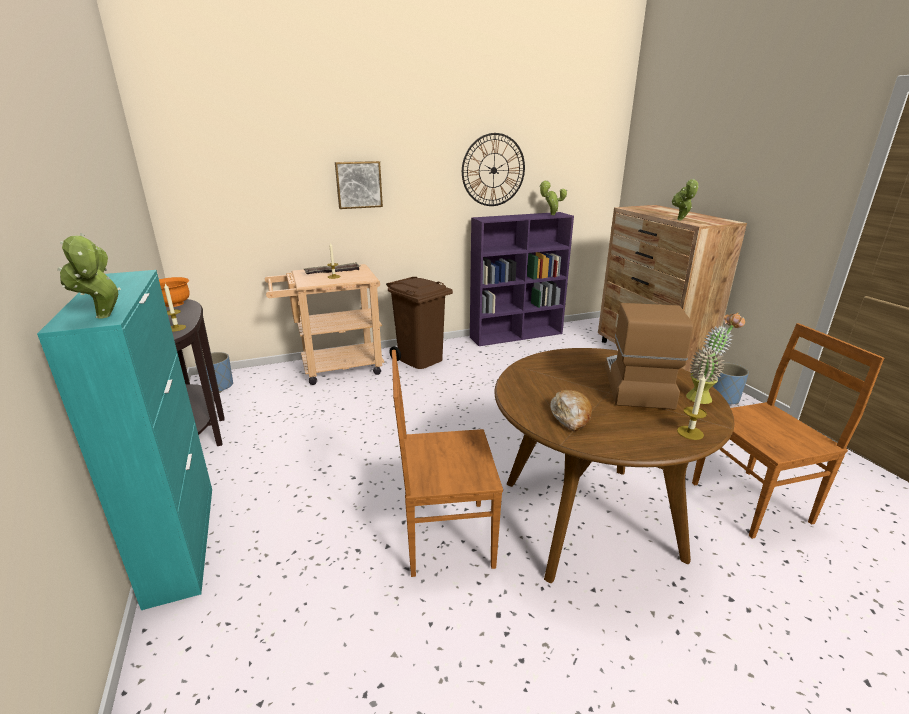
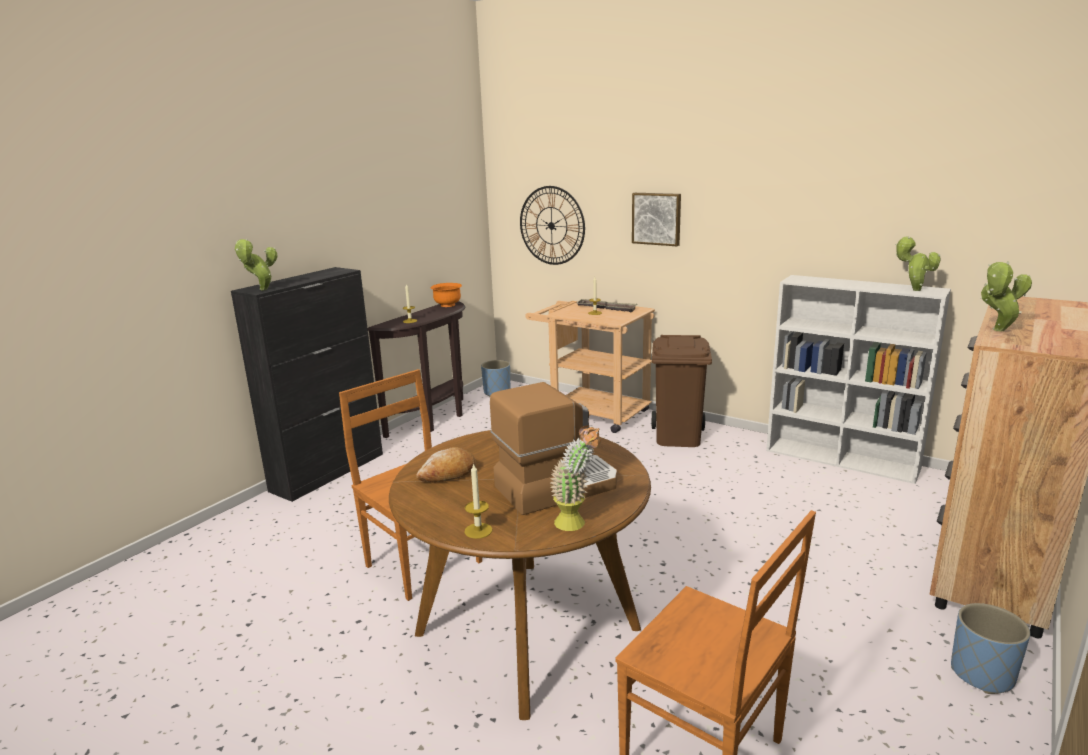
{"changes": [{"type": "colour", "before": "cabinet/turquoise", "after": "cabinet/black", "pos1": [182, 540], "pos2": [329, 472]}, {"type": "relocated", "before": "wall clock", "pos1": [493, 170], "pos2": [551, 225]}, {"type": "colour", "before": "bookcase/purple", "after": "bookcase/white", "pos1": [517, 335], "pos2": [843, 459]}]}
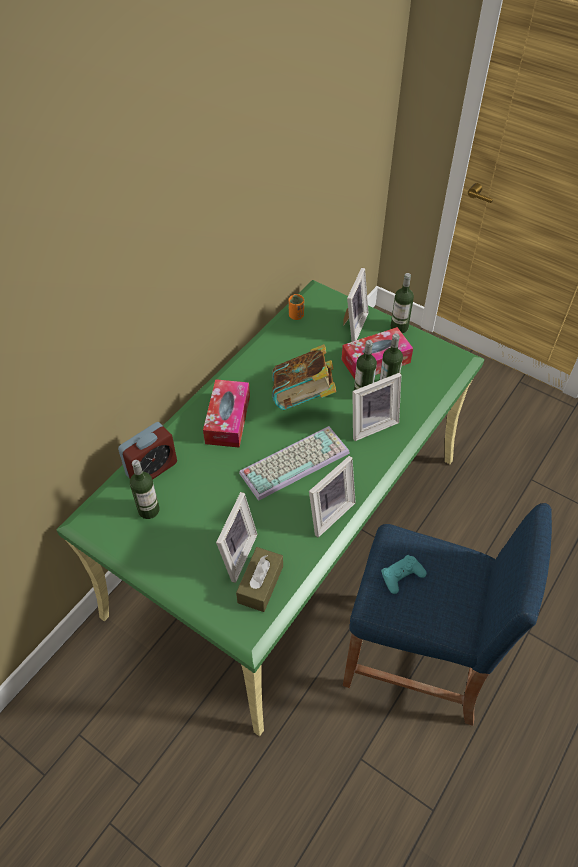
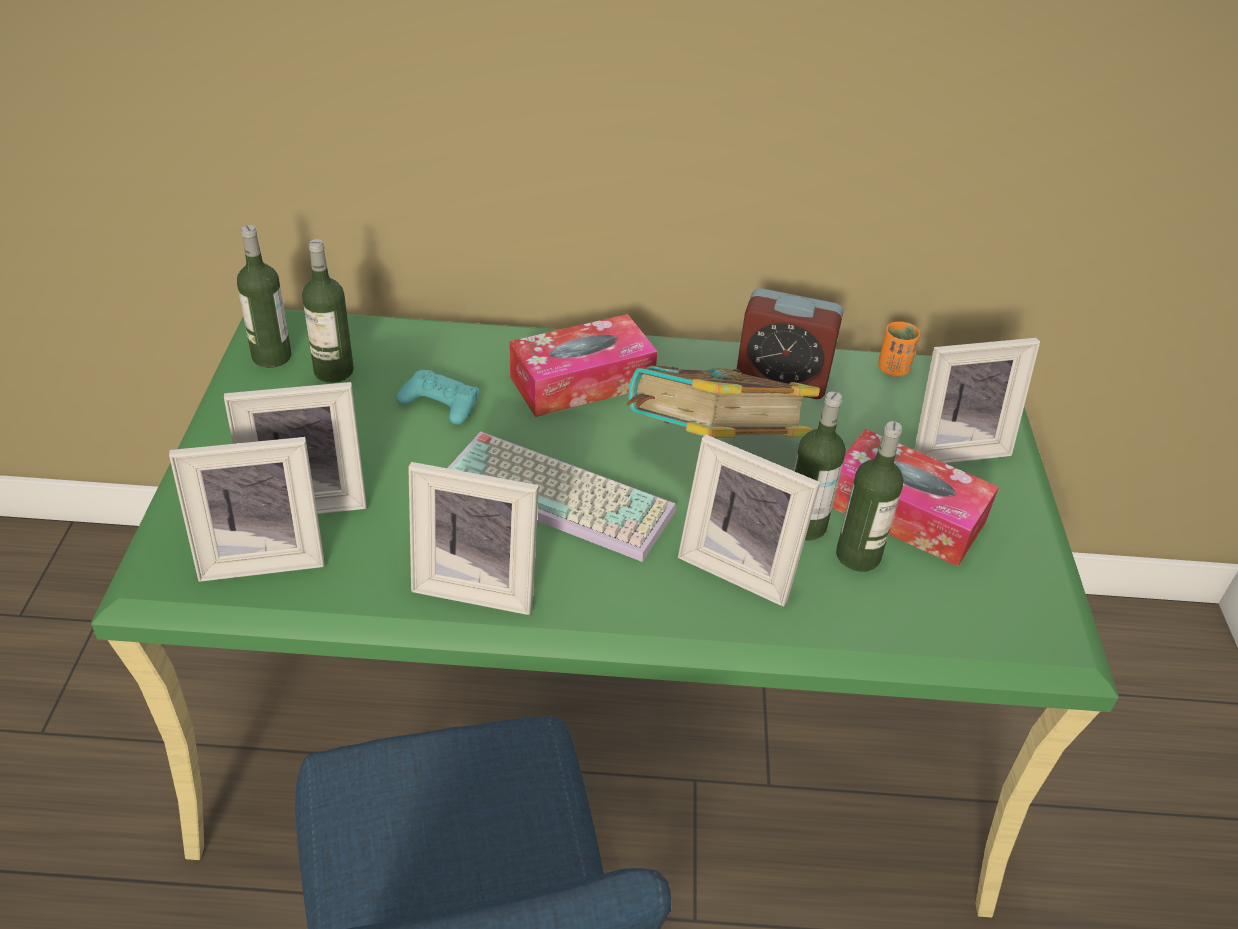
{"changes": [{"type": "relocated", "before": "alarm clock", "pos1": [152, 469], "pos2": [781, 380]}, {"type": "exchanged", "before": "tissue box/brown", "after": "picture frame", "pos1": [260, 584], "pos2": [262, 555]}, {"type": "relocated", "before": "game controller/turquoise", "pos1": [402, 576], "pos2": [440, 403]}, {"type": "relocated", "before": "bottle", "pos1": [399, 327], "pos2": [271, 356]}]}
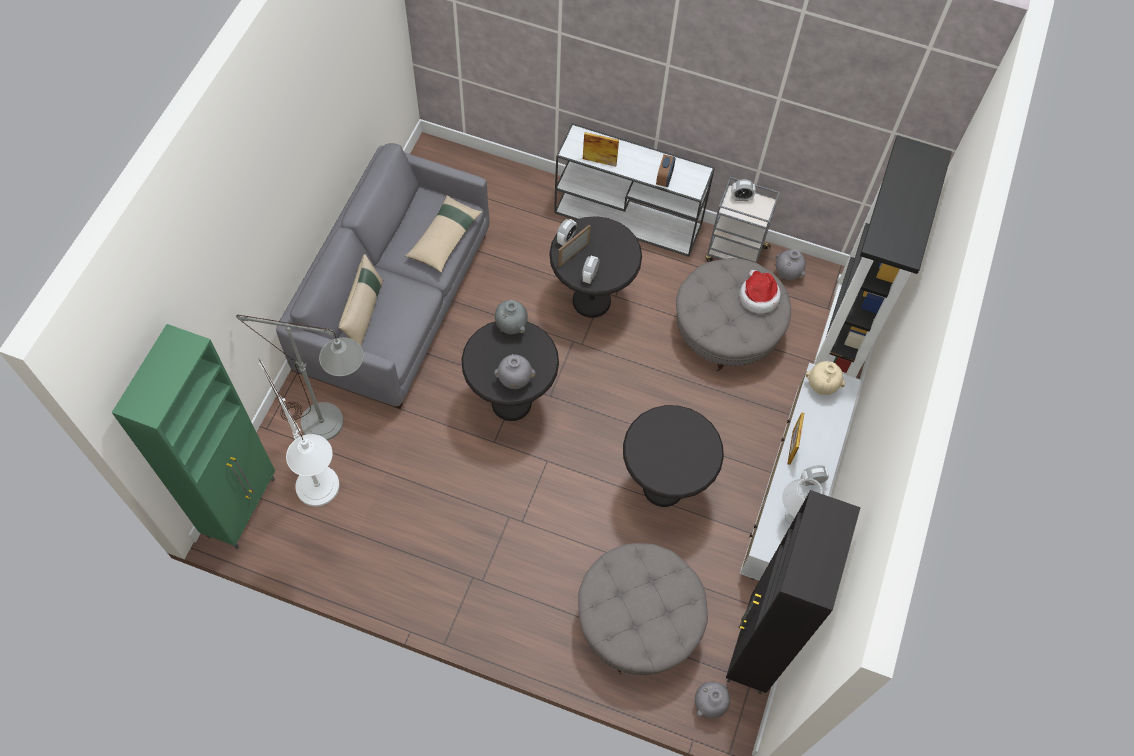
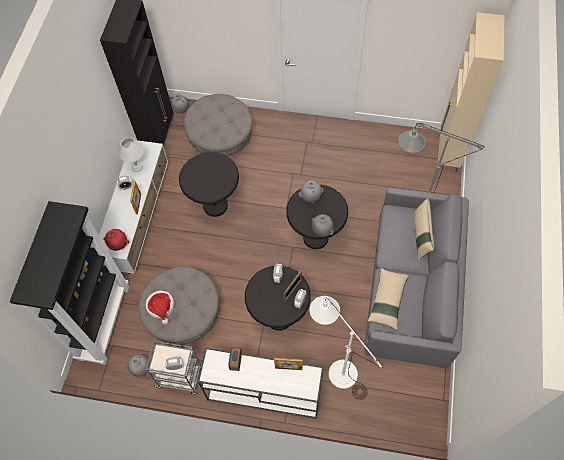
{"changes": [{"type": "colour", "before": "cabinet/green", "after": "cabinet/beige", "pos1": [243, 507], "pos2": [447, 153]}, {"type": "relocated", "before": "floor lamp/white", "pos1": [323, 496], "pos2": [337, 368]}, {"type": "colour", "before": "vase/beige", "after": "vase/red", "pos1": [822, 386], "pos2": [118, 245]}]}
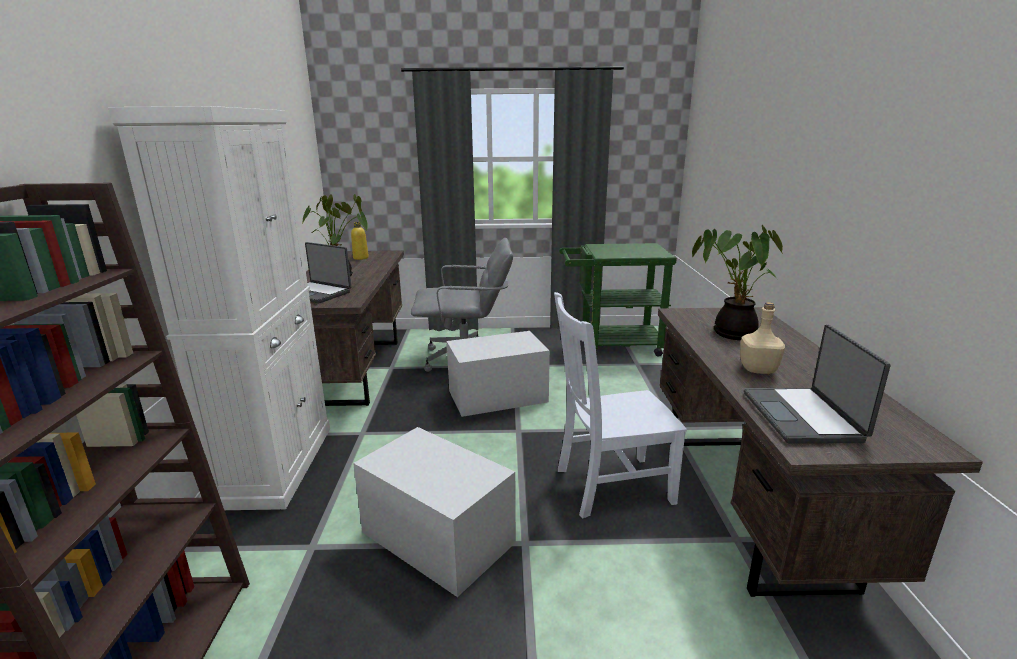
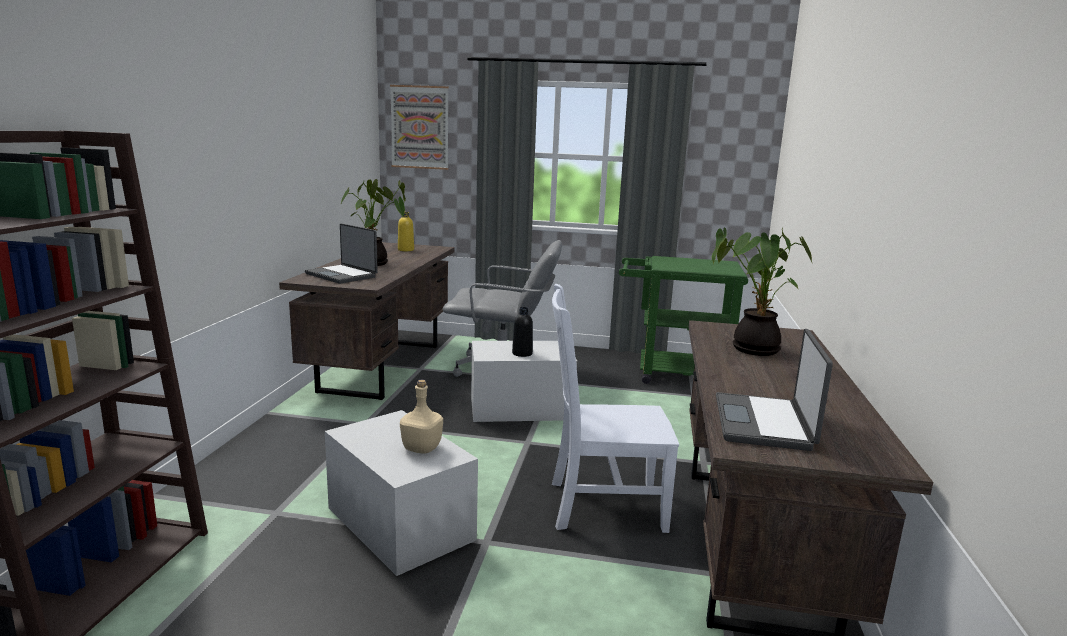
{"changes": [{"type": "missing", "before": "cabinet/white", "pos1": [277, 464]}, {"type": "relocated", "before": "bottle/beige", "pos1": [758, 370], "pos2": [421, 449]}, {"type": "appeared", "after": "picture", "pos2": [420, 127]}, {"type": "appeared", "after": "bottle/black", "pos2": [522, 353]}]}
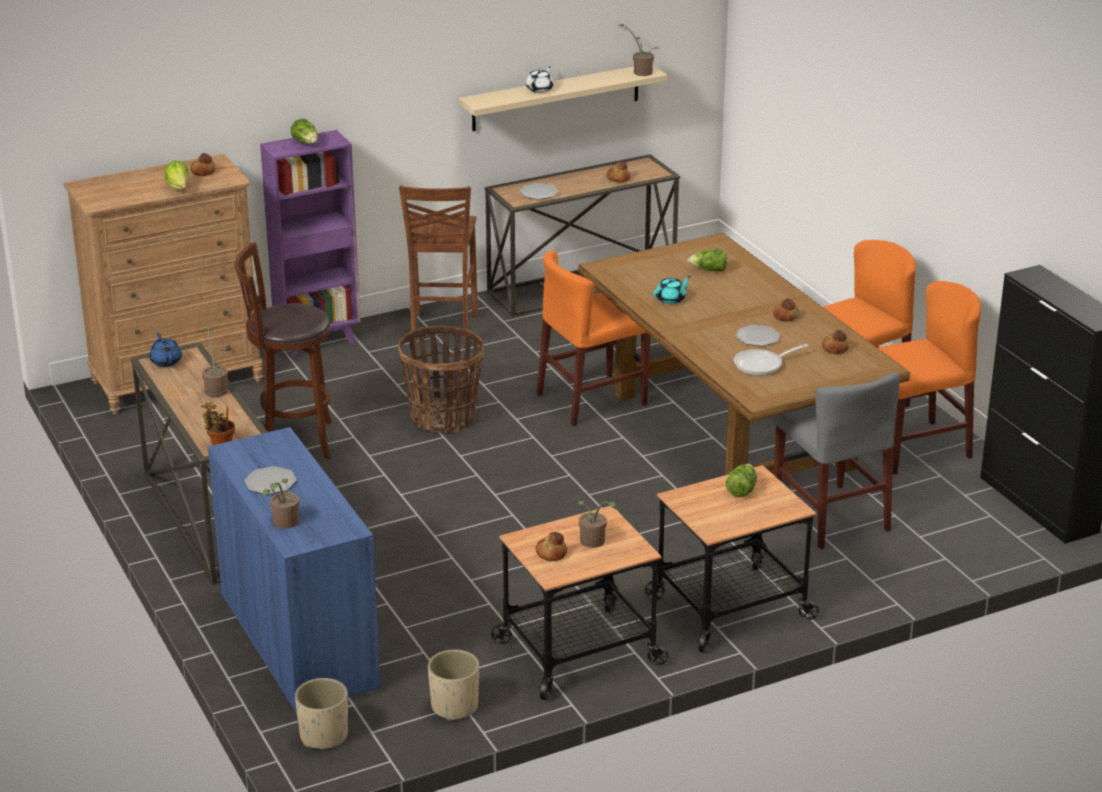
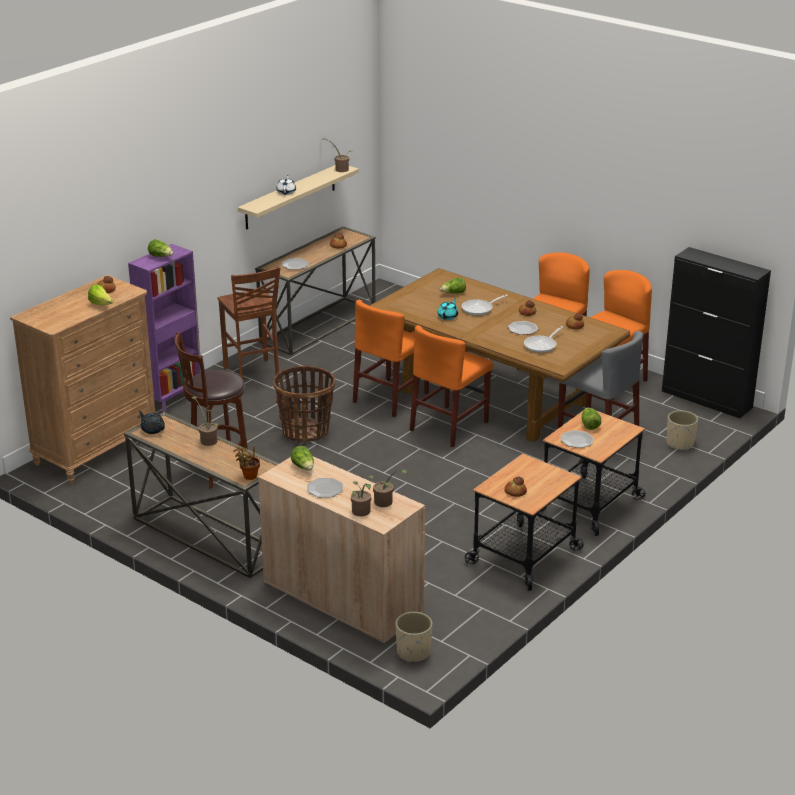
{"changes": [{"type": "colour", "before": "teapot/blue", "after": "teapot/black", "pos1": [166, 361], "pos2": [152, 429]}, {"type": "colour", "before": "cabinet/blue", "after": "cabinet/beige", "pos1": [299, 642], "pos2": [343, 599]}, {"type": "relocated", "before": "planter/beige", "pos1": [455, 707], "pos2": [680, 444]}, {"type": "relocated", "before": "potted plant", "pos1": [593, 542], "pos2": [385, 503]}, {"type": "appeared", "after": "lettuce", "pos2": [304, 467]}, {"type": "appeared", "after": "chair/orange", "pos2": [449, 426]}, {"type": "appeared", "after": "frying pan", "pos2": [480, 309]}, {"type": "appeared", "after": "plate", "pos2": [577, 440]}]}
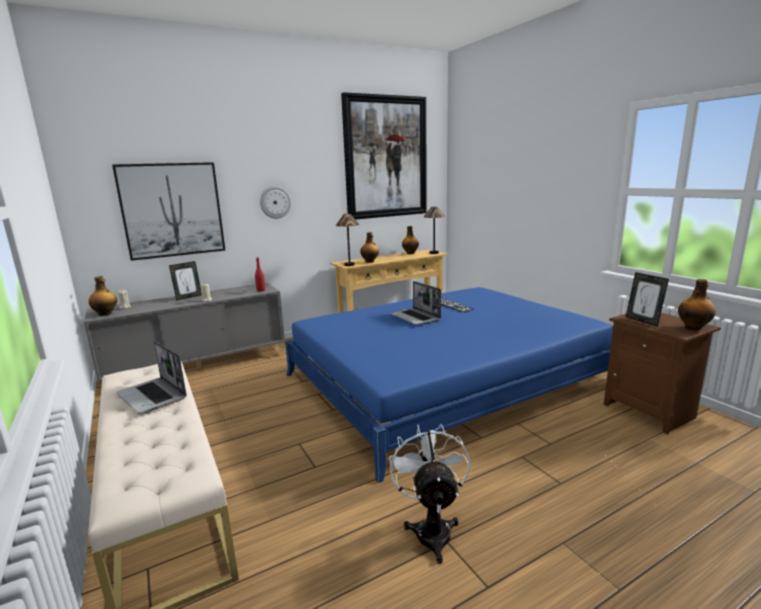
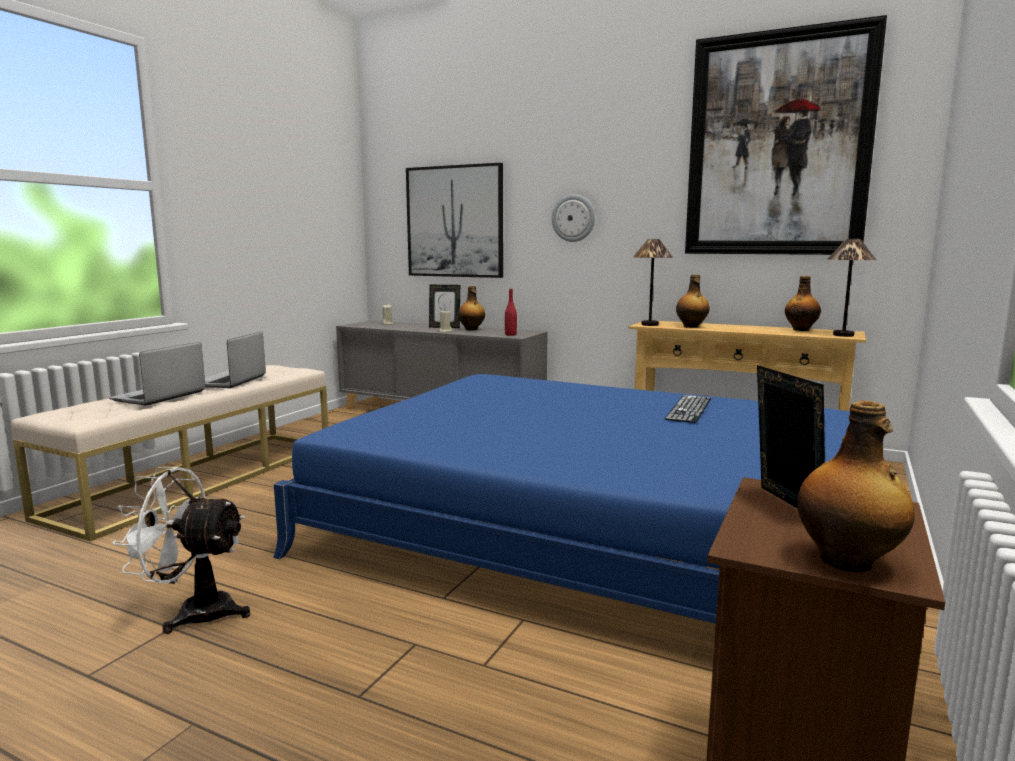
{"changes": [{"type": "relocated", "before": "bottle", "pos1": [105, 314], "pos2": [471, 329]}, {"type": "spun", "before": "fan/white", "pos1": [431, 528], "pos2": [193, 612], "turn": -135}, {"type": "relocated", "before": "laptop", "pos1": [416, 317], "pos2": [159, 396]}, {"type": "spun", "before": "picture frame", "pos1": [643, 321], "pos2": [783, 505], "turn": 135}]}
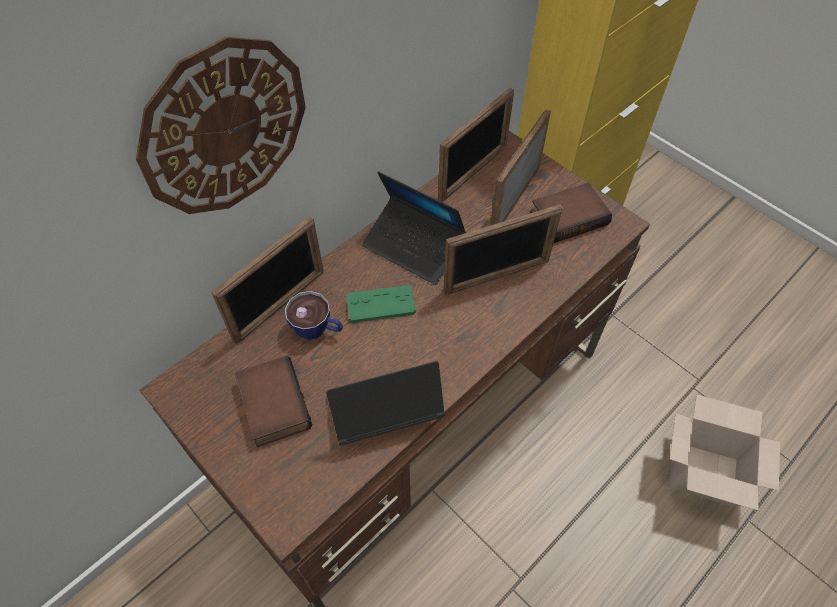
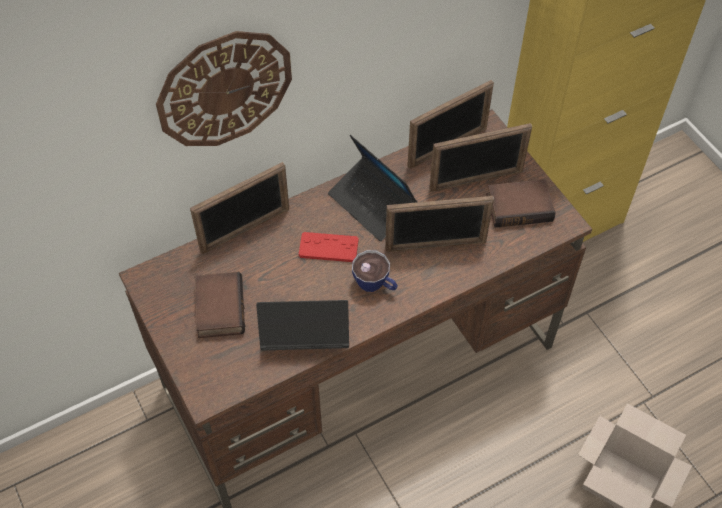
{"changes": [{"type": "relocated", "before": "cup", "pos1": [318, 329], "pos2": [375, 284]}, {"type": "colour", "before": "game controller/green", "after": "game controller/red", "pos1": [380, 305], "pos2": [328, 248]}, {"type": "spun", "before": "picture frame", "pos1": [514, 199], "pos2": [476, 180], "turn": -150}]}
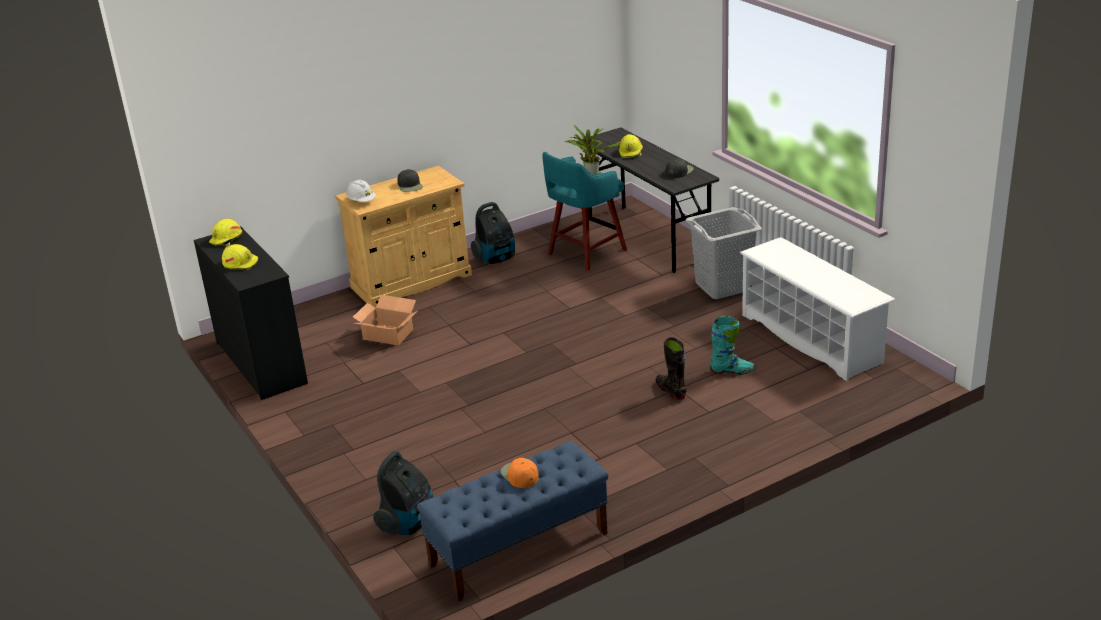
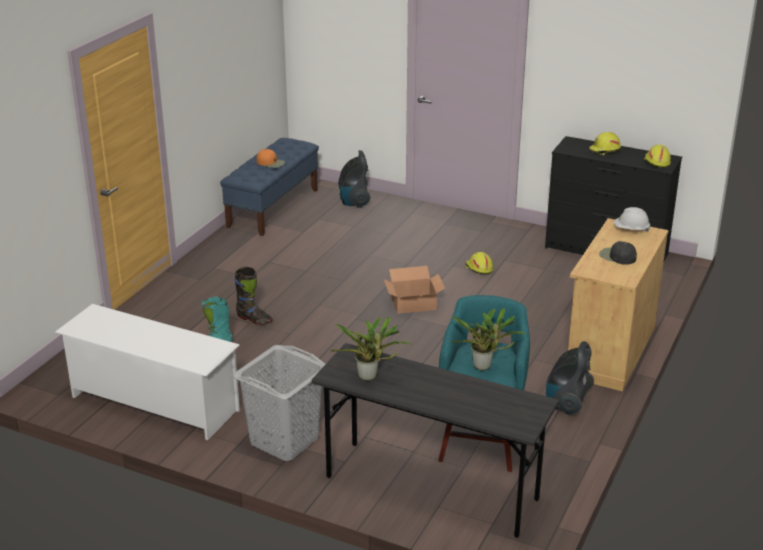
{"changes": [{"type": "relocated", "before": "cardboard box", "pos1": [388, 334], "pos2": [414, 304]}, {"type": "relocated", "before": "hard hat/yellow", "pos1": [631, 152], "pos2": [478, 268]}, {"type": "exchanged", "before": "cap/black", "after": "potted plant", "pos1": [679, 171], "pos2": [370, 377]}]}
